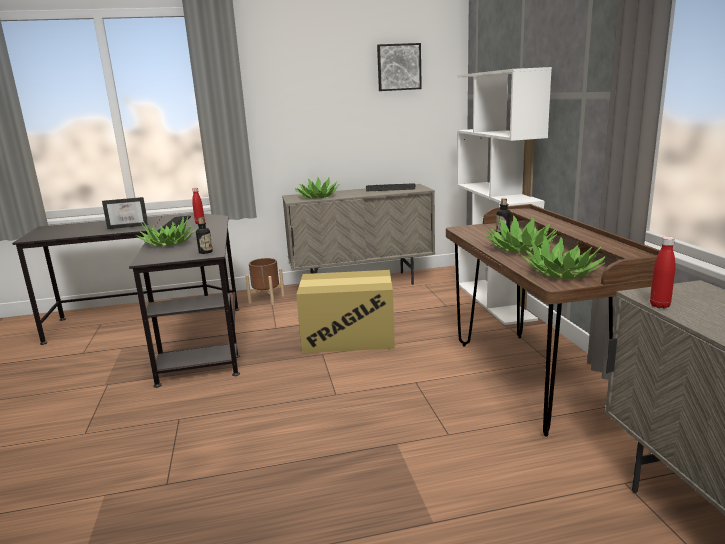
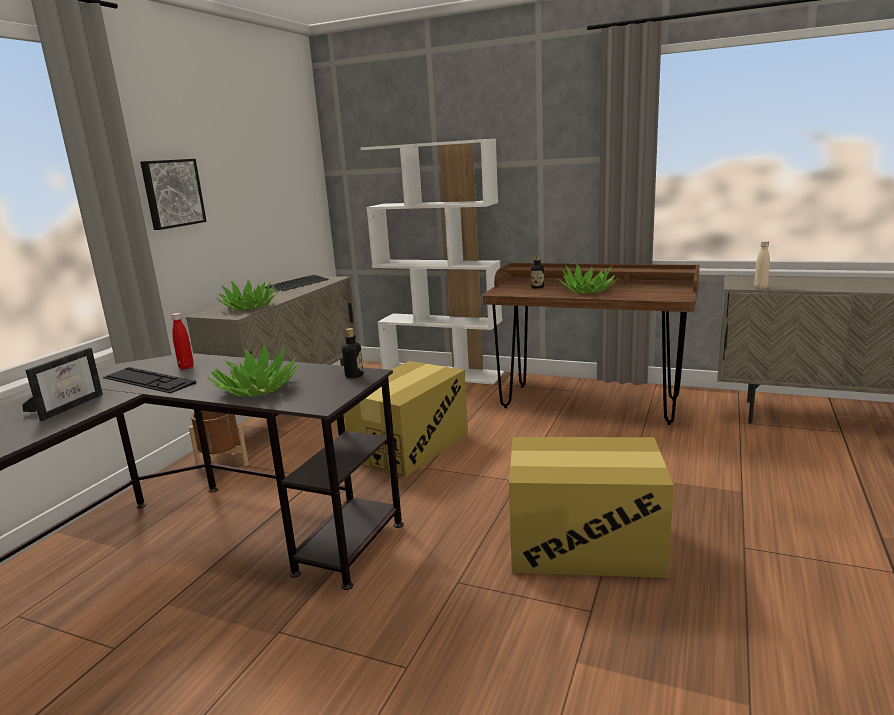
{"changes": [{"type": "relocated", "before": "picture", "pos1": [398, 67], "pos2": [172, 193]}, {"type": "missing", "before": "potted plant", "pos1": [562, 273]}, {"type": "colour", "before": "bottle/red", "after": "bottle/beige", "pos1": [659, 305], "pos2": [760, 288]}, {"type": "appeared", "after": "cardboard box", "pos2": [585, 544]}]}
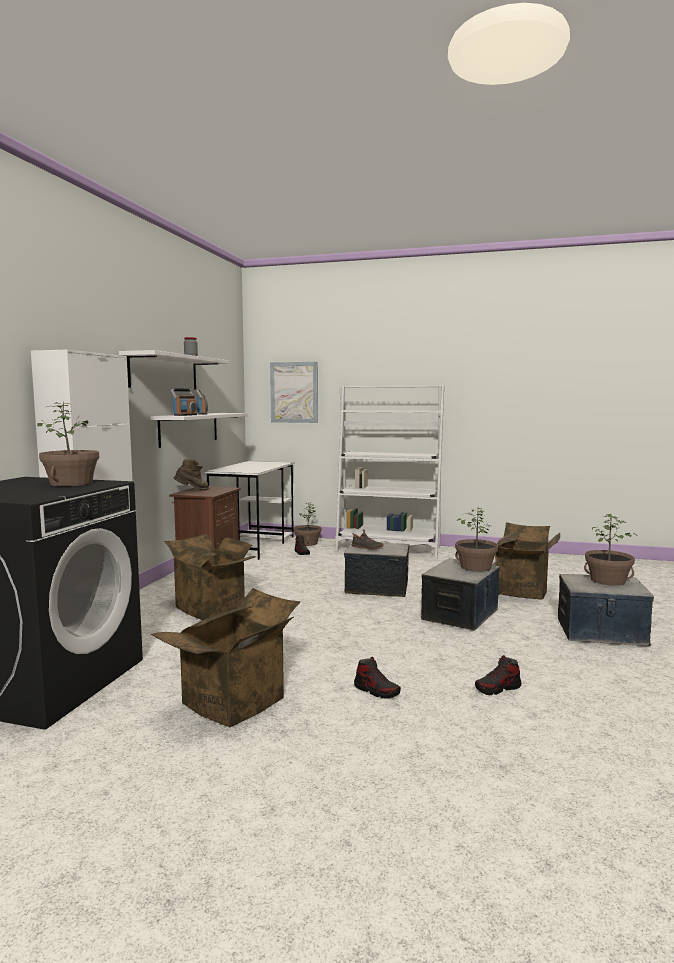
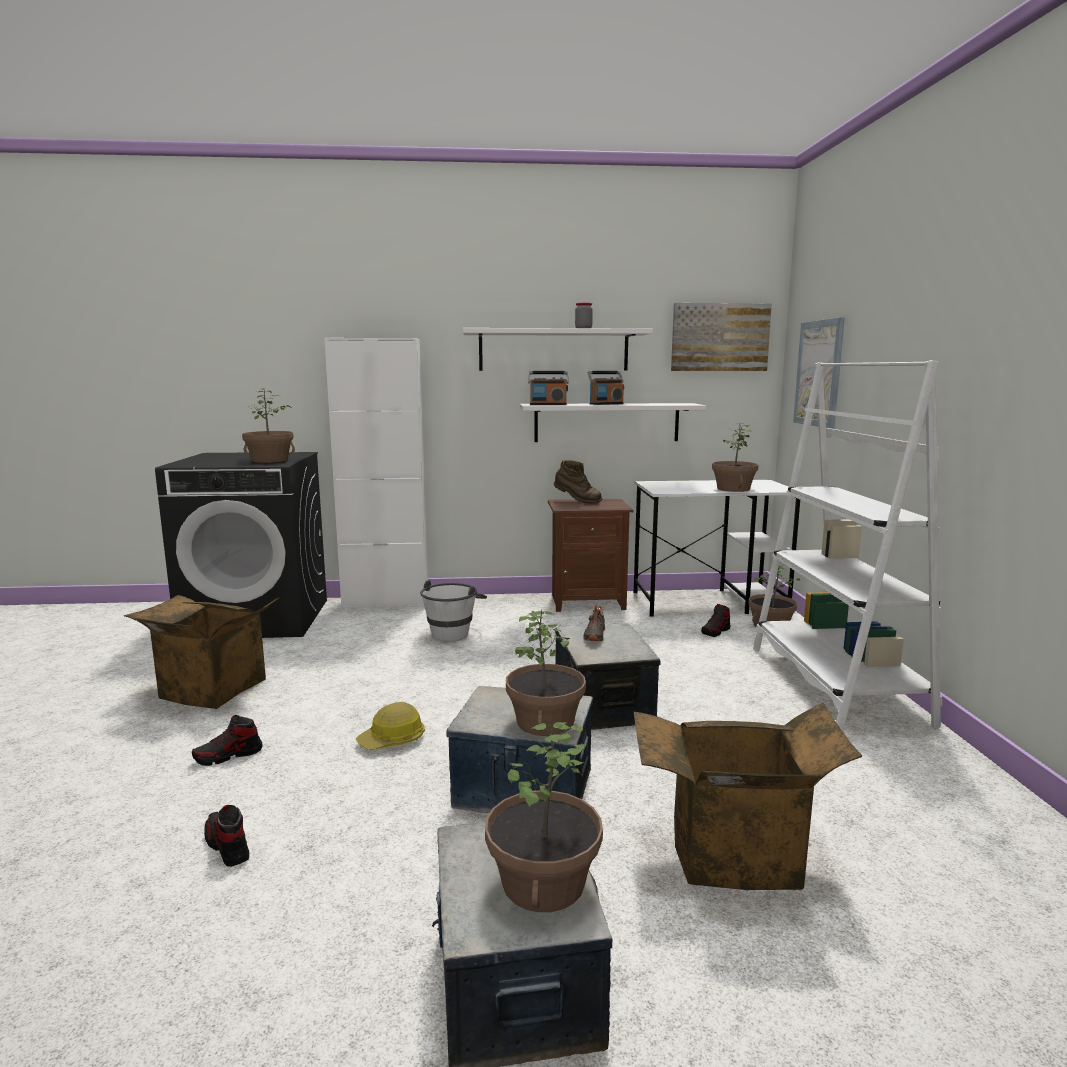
{"changes": [{"type": "exchanged", "before": "cardboard box", "after": "bucket/white", "pos1": [213, 607], "pos2": [454, 632]}, {"type": "spun", "before": "shoe", "pos1": [376, 691], "pos2": [228, 756], "turn": 45}, {"type": "appeared", "after": "hard hat", "pos2": [393, 740]}, {"type": "appeared", "after": "picture", "pos2": [719, 337]}, {"type": "appeared", "after": "potted plant", "pos2": [733, 489]}]}
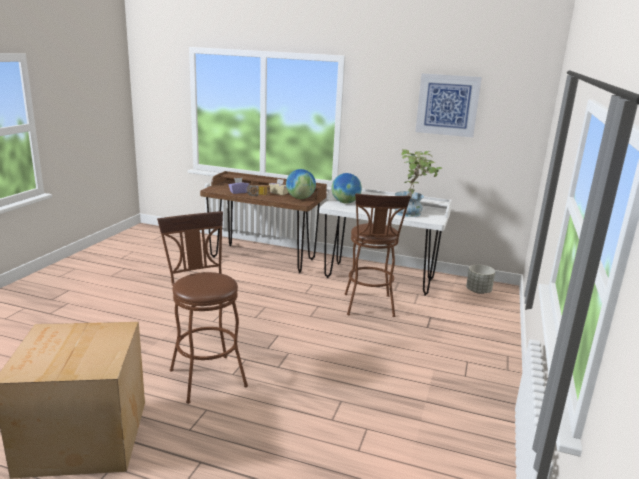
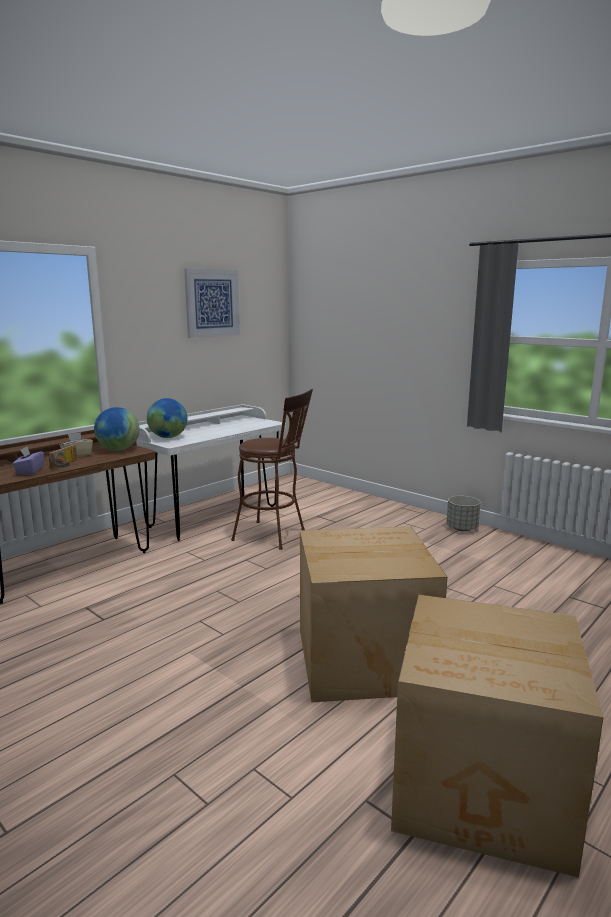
{"changes": [{"type": "exchanged", "before": "stool/brown", "after": "cardboard box", "pos1": [205, 374], "pos2": [361, 659]}, {"type": "missing", "before": "potted plant", "pos1": [412, 213]}, {"type": "relocated", "before": "planter/grey", "pos1": [478, 291], "pos2": [462, 528]}]}
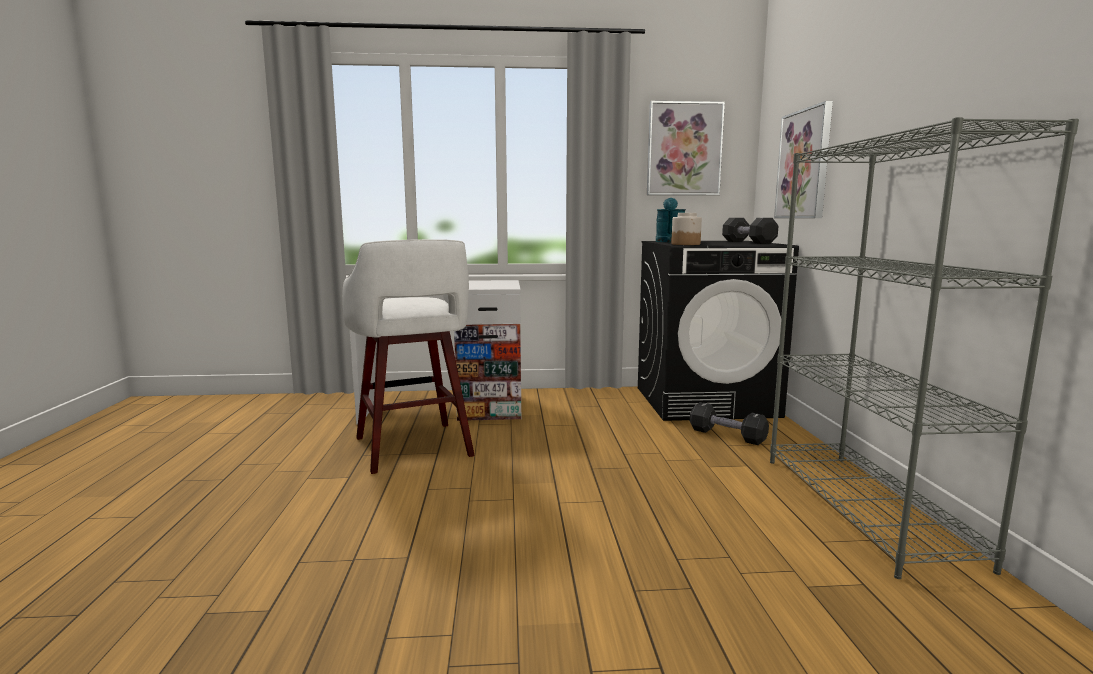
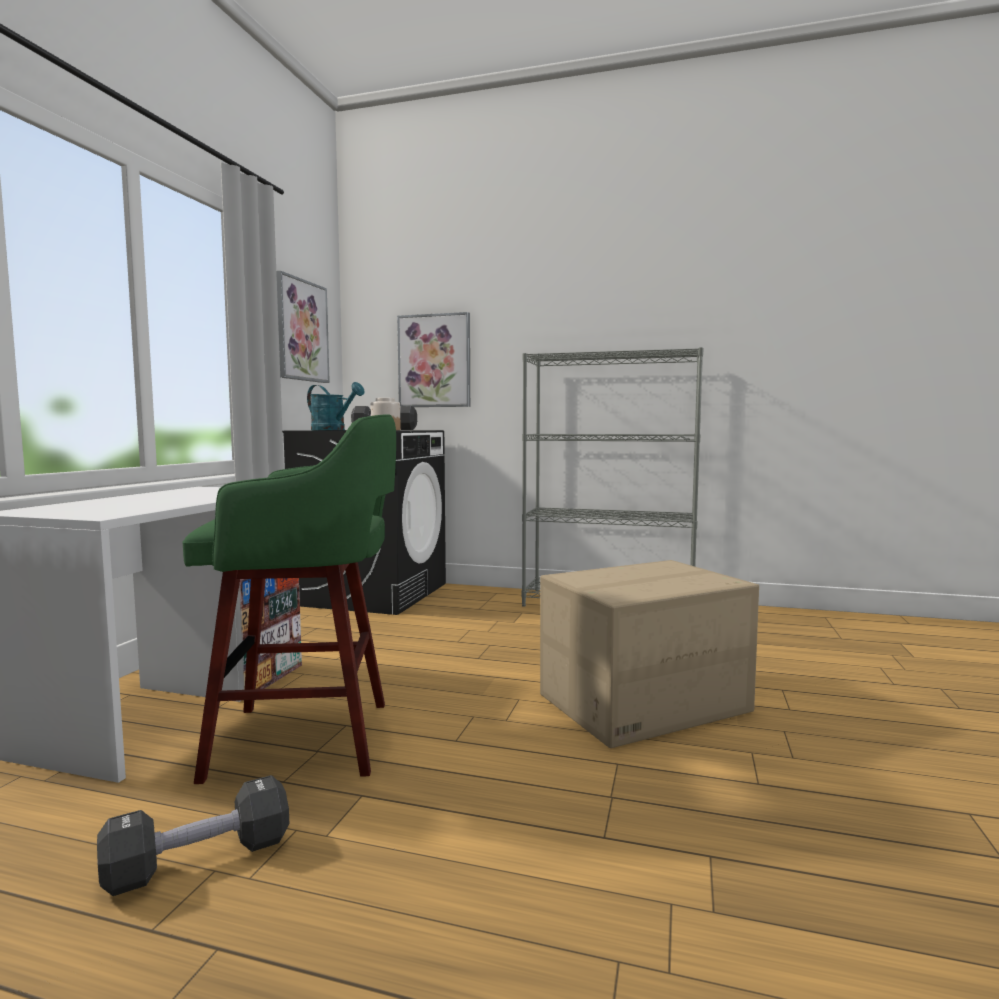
{"changes": [{"type": "colour", "before": "stool/white", "after": "stool/green", "pos1": [413, 448], "pos2": [309, 739]}, {"type": "relocated", "before": "dumbbell/black", "pos1": [727, 435], "pos2": [199, 860]}, {"type": "appeared", "after": "cardboard box", "pos2": [644, 704]}]}
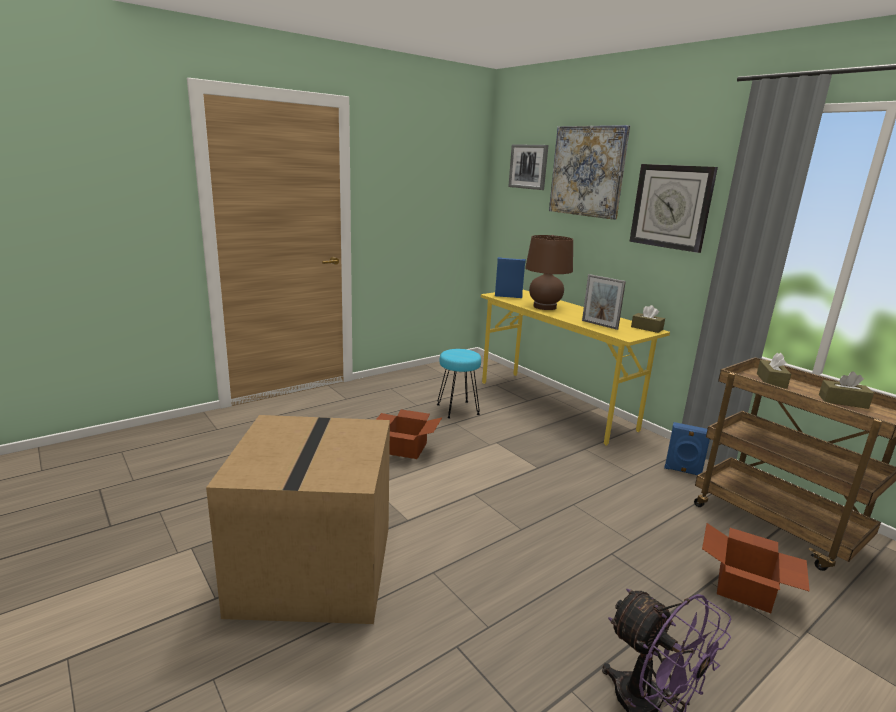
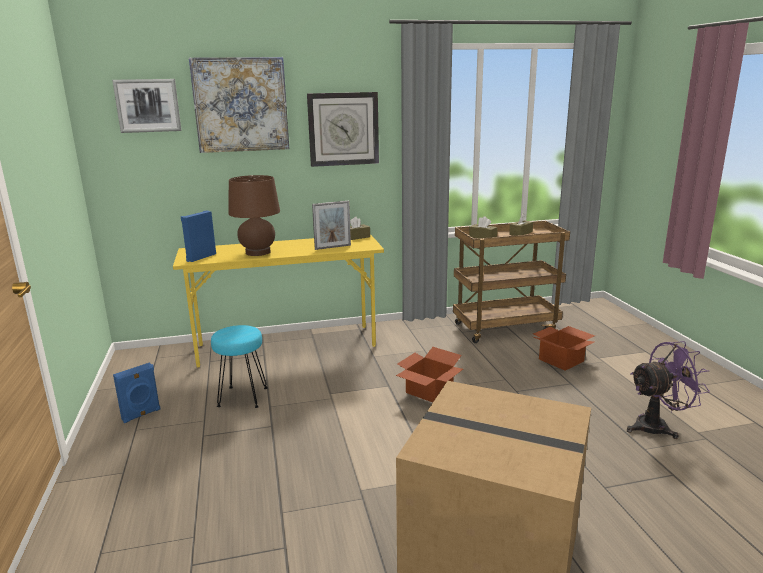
{"changes": [{"type": "relocated", "before": "cardboard box", "pos1": [405, 447], "pos2": [428, 391]}, {"type": "relocated", "before": "speaker/blue", "pos1": [682, 471], "pos2": [141, 415]}]}
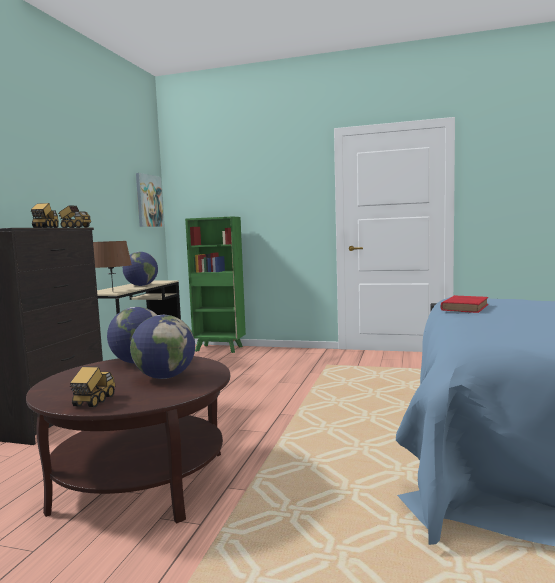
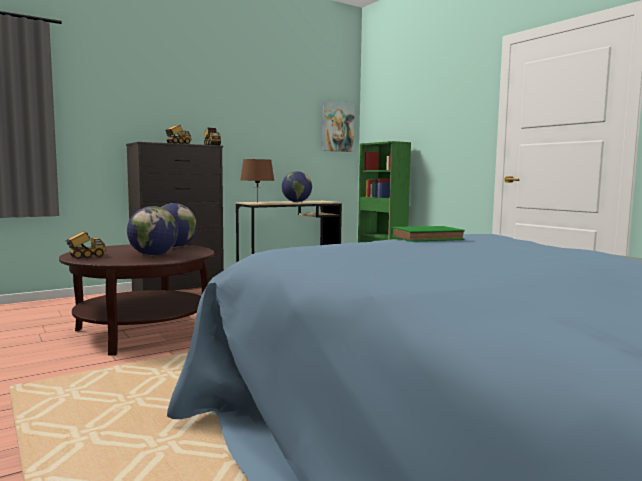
{"changes": [{"type": "colour", "before": "book/red", "after": "book/green", "pos1": [465, 307], "pos2": [428, 238]}]}
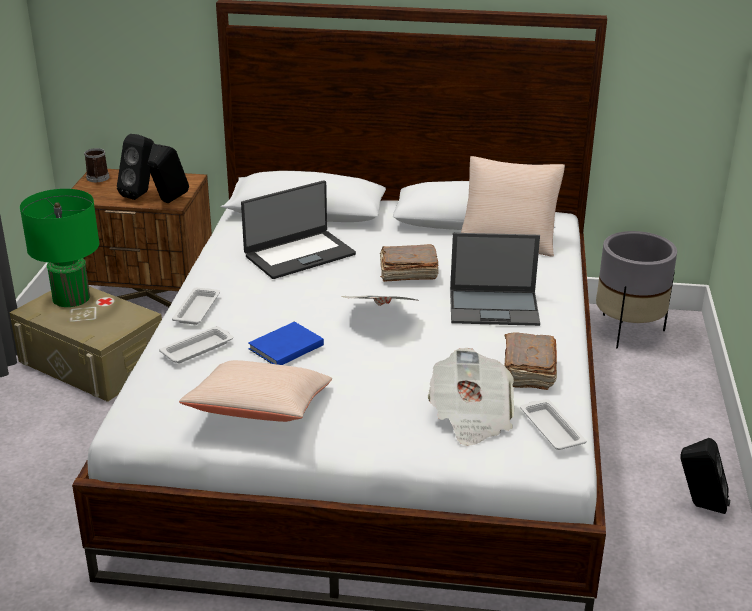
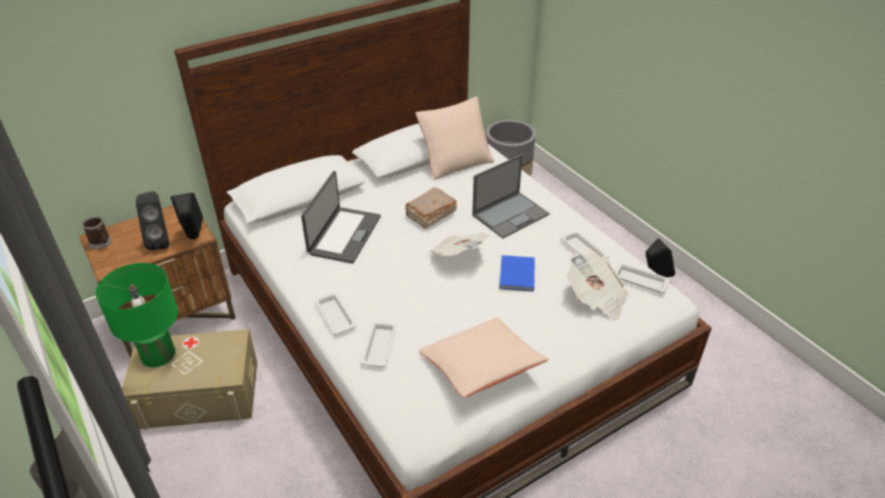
{"changes": [{"type": "relocated", "before": "book/blue", "pos1": [284, 347], "pos2": [516, 276]}, {"type": "exchanged", "before": "book/brown", "after": "tray/white", "pos1": [527, 372], "pos2": [582, 250]}]}
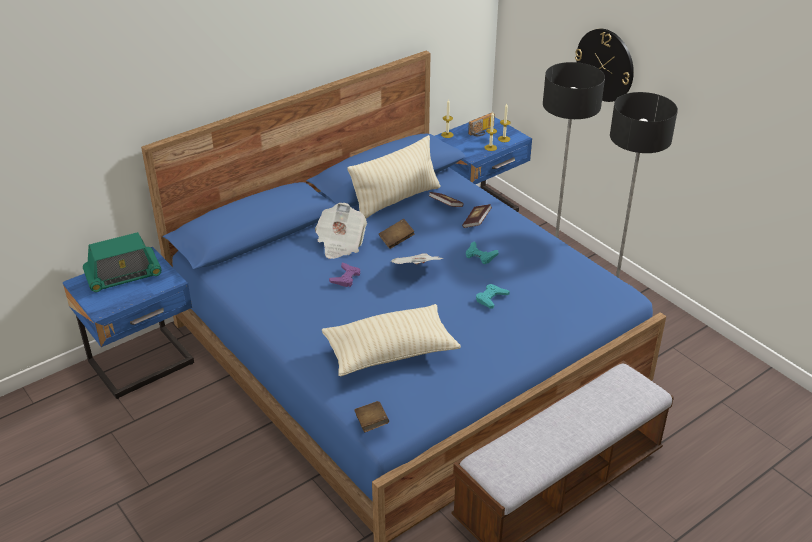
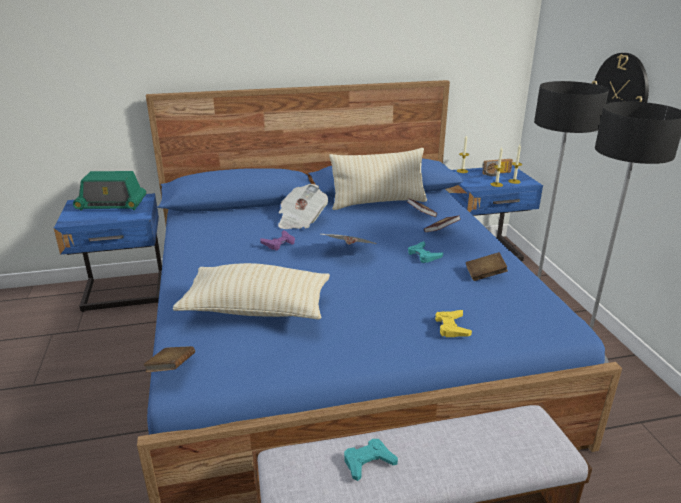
{"changes": [{"type": "relocated", "before": "book/brown", "pos1": [396, 240], "pos2": [485, 275]}, {"type": "relocated", "before": "game controller/turquoise", "pos1": [491, 298], "pos2": [368, 462]}, {"type": "appeared", "after": "game controller/yellow", "pos2": [451, 327]}]}
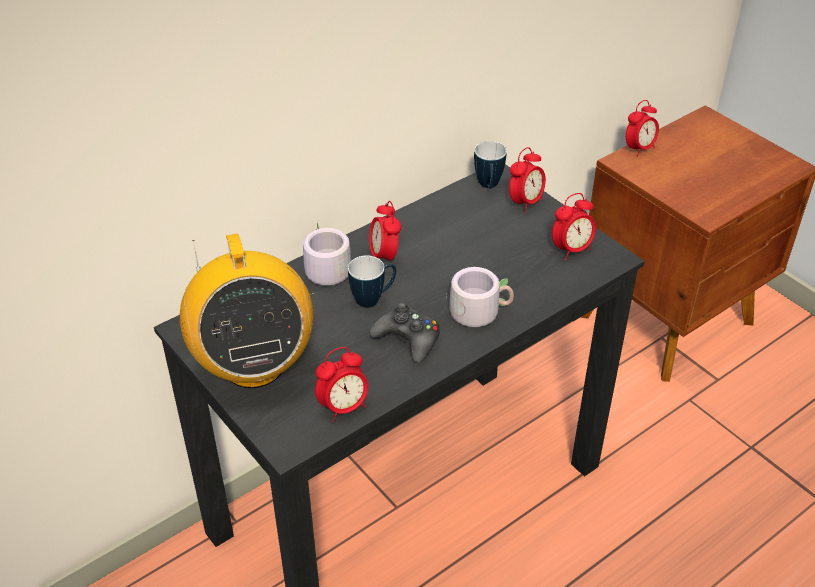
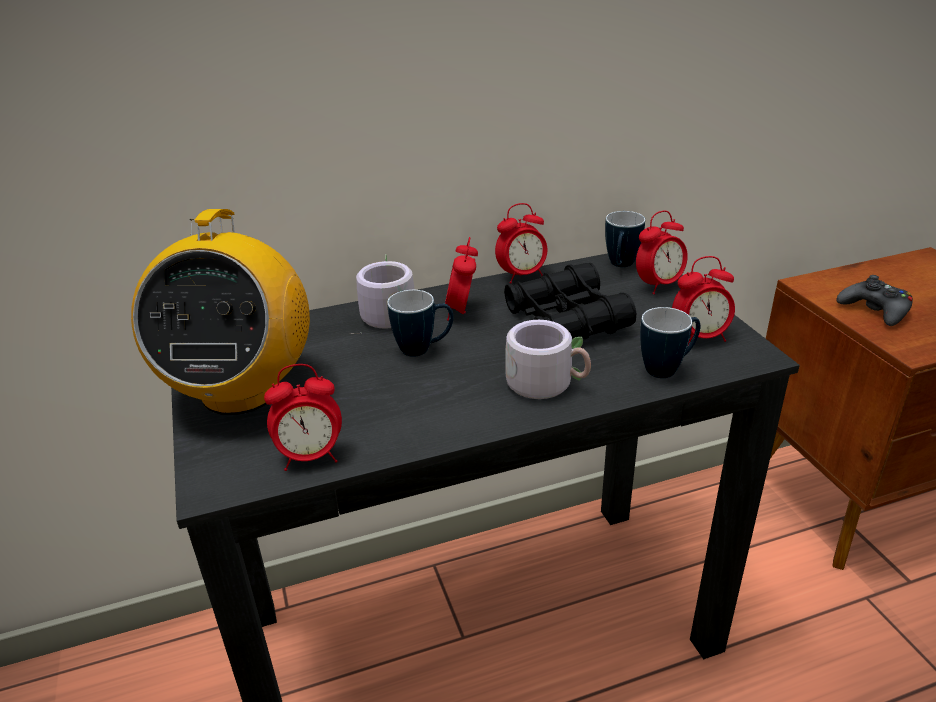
{"changes": [{"type": "relocated", "before": "game controller/black", "pos1": [408, 339], "pos2": [875, 310]}, {"type": "relocated", "before": "alarm clock", "pos1": [639, 149], "pos2": [522, 276]}, {"type": "appeared", "after": "binoculars/black", "pos2": [566, 320]}, {"type": "appeared", "after": "mug", "pos2": [668, 368]}]}
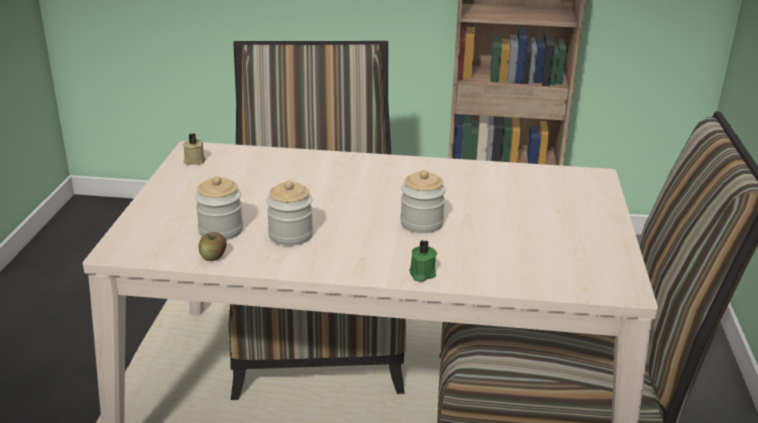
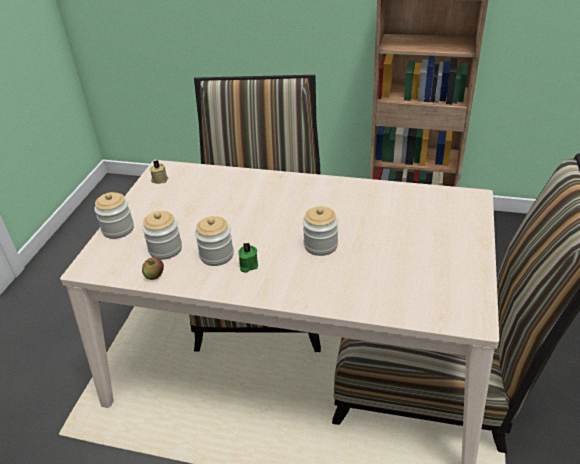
{"changes": [{"type": "relocated", "before": "candle/green", "pos1": [421, 274], "pos2": [248, 265]}, {"type": "appeared", "after": "jar", "pos2": [118, 229]}]}
